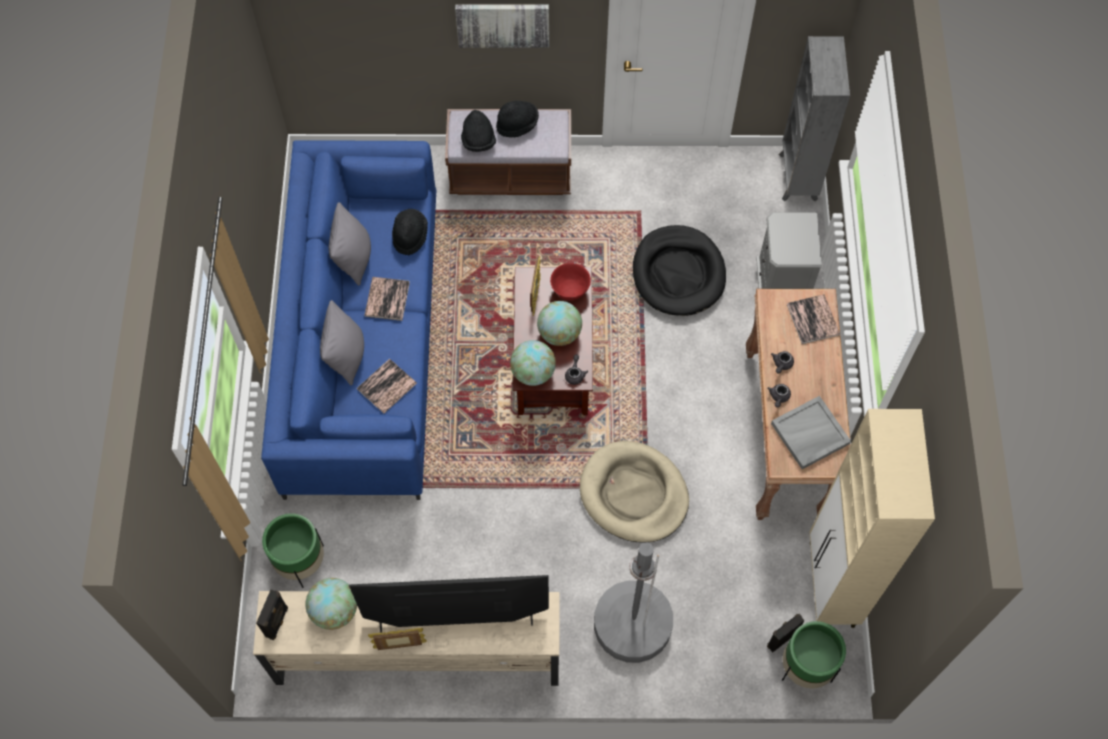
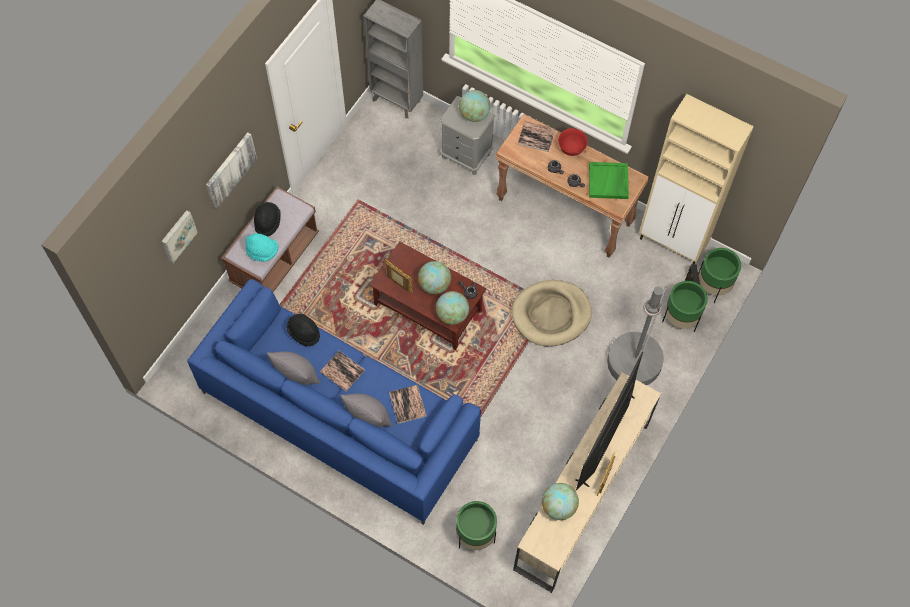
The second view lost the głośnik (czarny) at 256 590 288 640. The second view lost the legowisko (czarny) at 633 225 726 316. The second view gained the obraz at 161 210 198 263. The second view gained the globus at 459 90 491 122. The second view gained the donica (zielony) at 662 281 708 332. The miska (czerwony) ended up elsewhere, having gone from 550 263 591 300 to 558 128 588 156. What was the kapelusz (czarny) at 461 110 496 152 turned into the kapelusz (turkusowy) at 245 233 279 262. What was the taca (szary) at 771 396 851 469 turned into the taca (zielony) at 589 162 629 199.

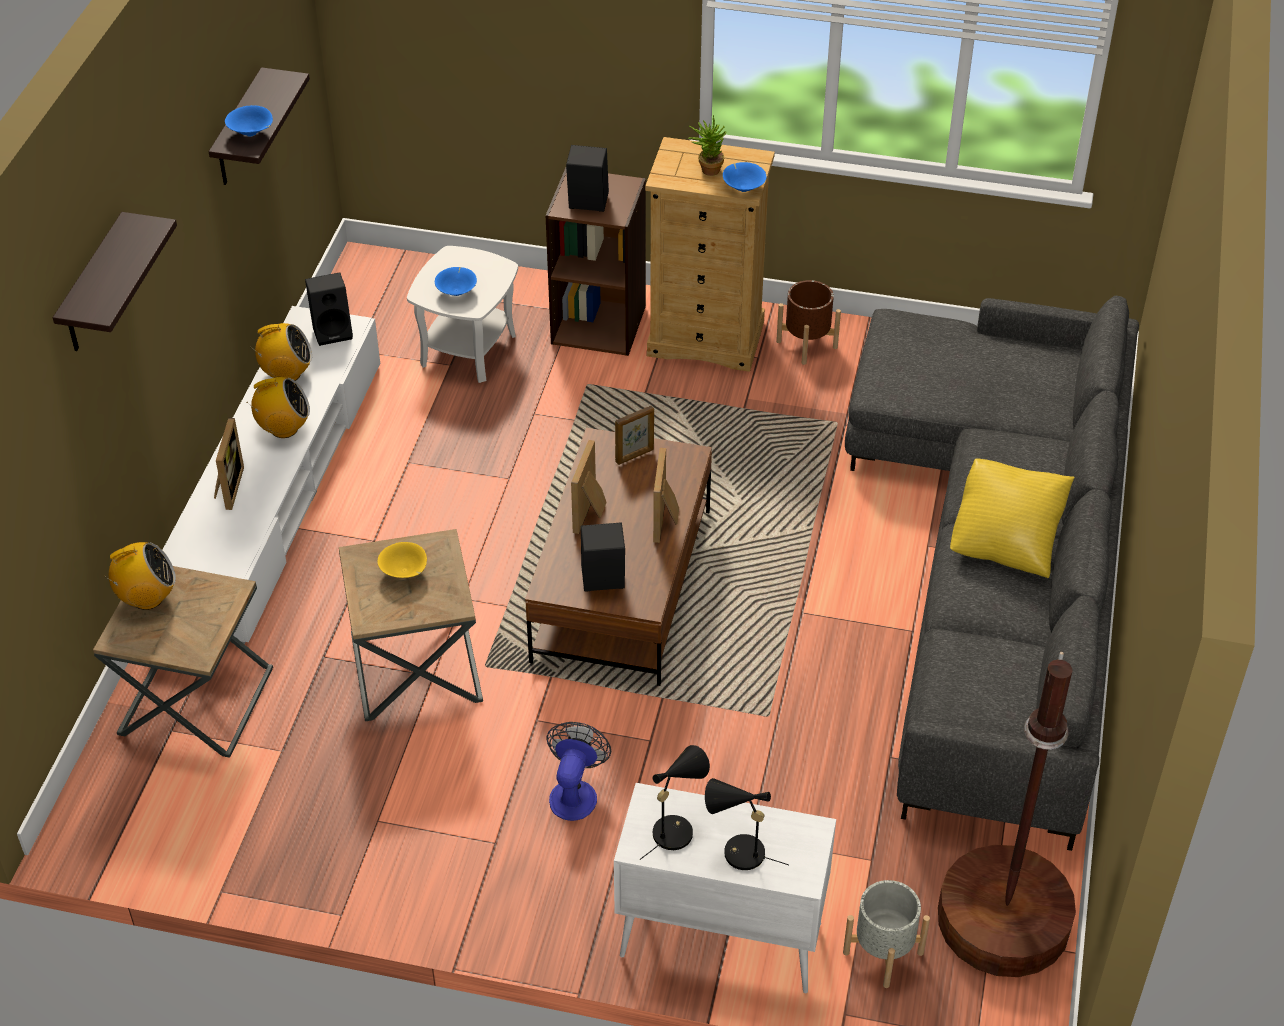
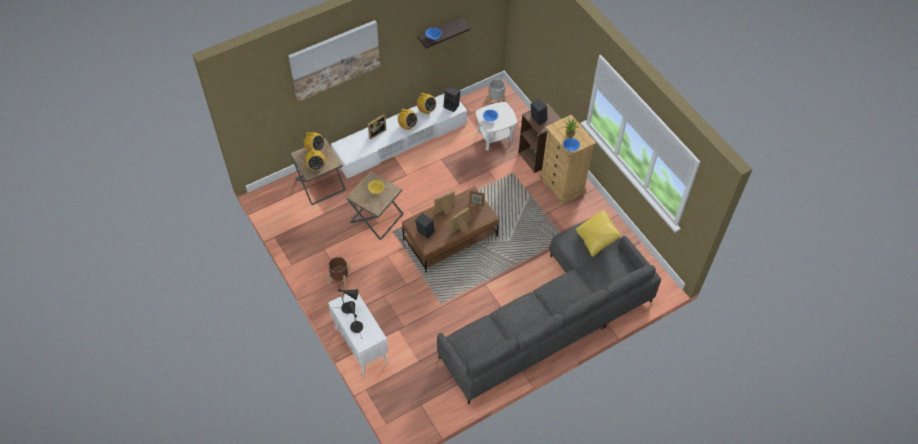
The second view lost the wentylator at 546 722 611 821. The second view lost the lampa stojąca (brązowy) at 938 652 1076 977. The second view gained the radio at 305 148 326 171. The donica (brązowy) ended up elsewhere, having gone from 776 280 841 365 to 327 257 351 287. The donica (szary) ended up elsewhere, having gone from 843 880 930 988 to 488 79 505 105. The poduszka (żółty) ended up elsewhere, having gone from 950 458 1075 578 to 576 210 621 257. Where the półka hung at 53 212 177 351, the obraz came to hang at 288 20 380 102.

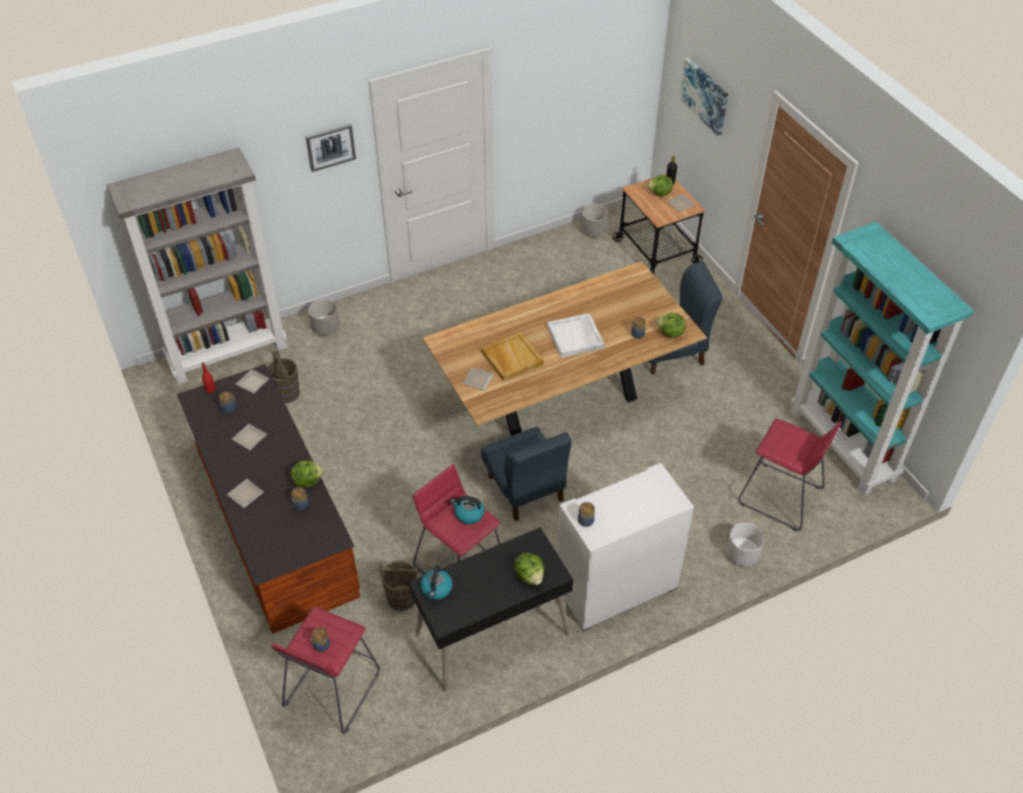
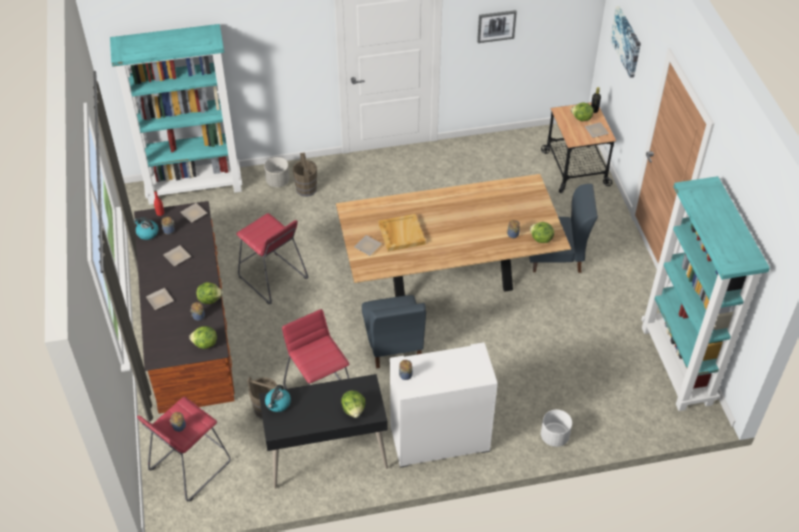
The second view lost the taca (biały) at 547 313 604 358. The second view lost the donica (szary) at 581 204 608 237. The second view gained the sałata at 189 326 217 349. The wiadro (brązowy) ended up elsewhere, having gone from 267 350 300 403 to 293 153 317 197. The obraz ended up elsewhere, having gone from 305 124 356 172 to 477 10 517 43. The czajnik ended up elsewhere, having gone from 450 496 485 524 to 133 217 158 240. The stołek (czerwony) ended up elsewhere, having gone from 738 419 842 531 to 236 213 309 305. What was the regał (szary) at 106 148 287 384 turned into the regał (turkusowy) at 110 24 242 205.

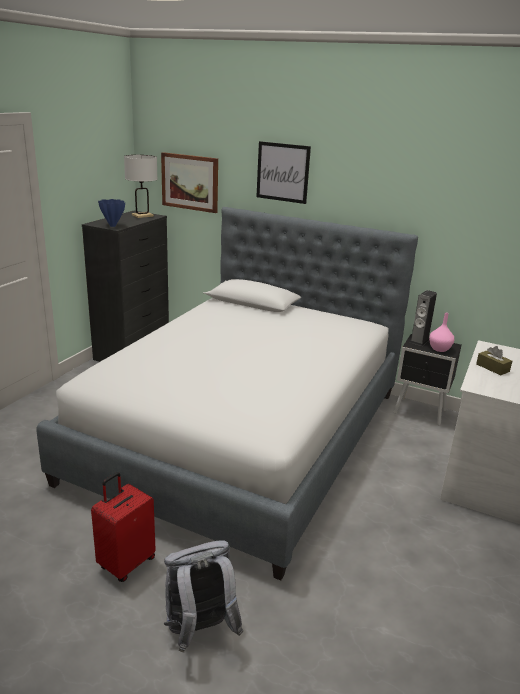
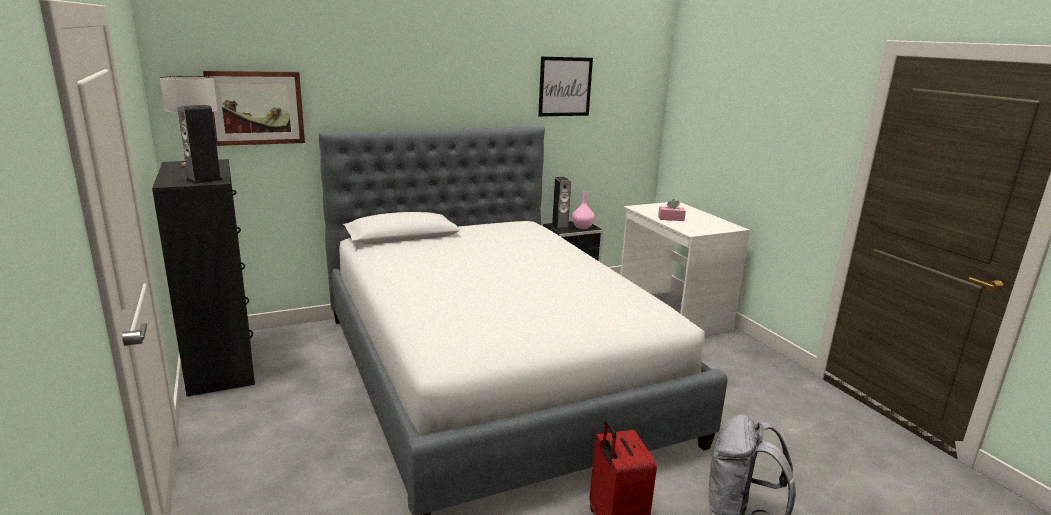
The obraz ended up elsewhere, having gone from 256 141 311 204 to 538 56 593 116. Where the wazon (niebieski) stood at 98 199 125 227, the głośnik came to stand at 178 105 223 184. What was the pudełko chusteczek (brązowy) at 476 346 512 375 turned into the pudełko chusteczek (różowy) at 658 199 686 221.

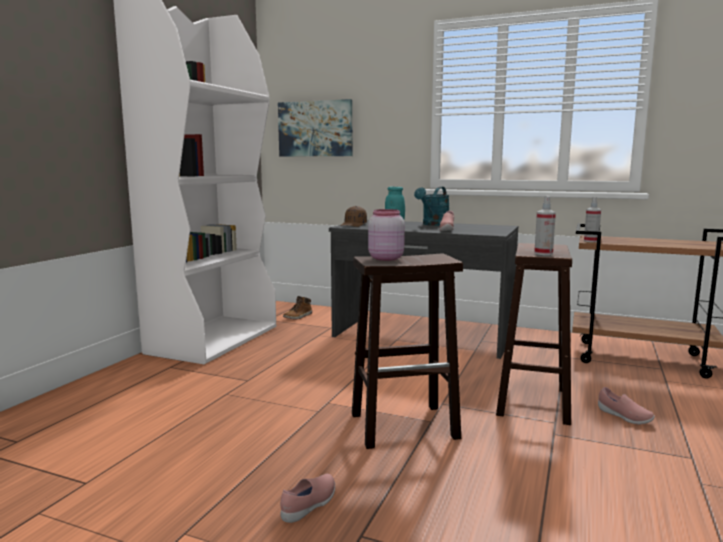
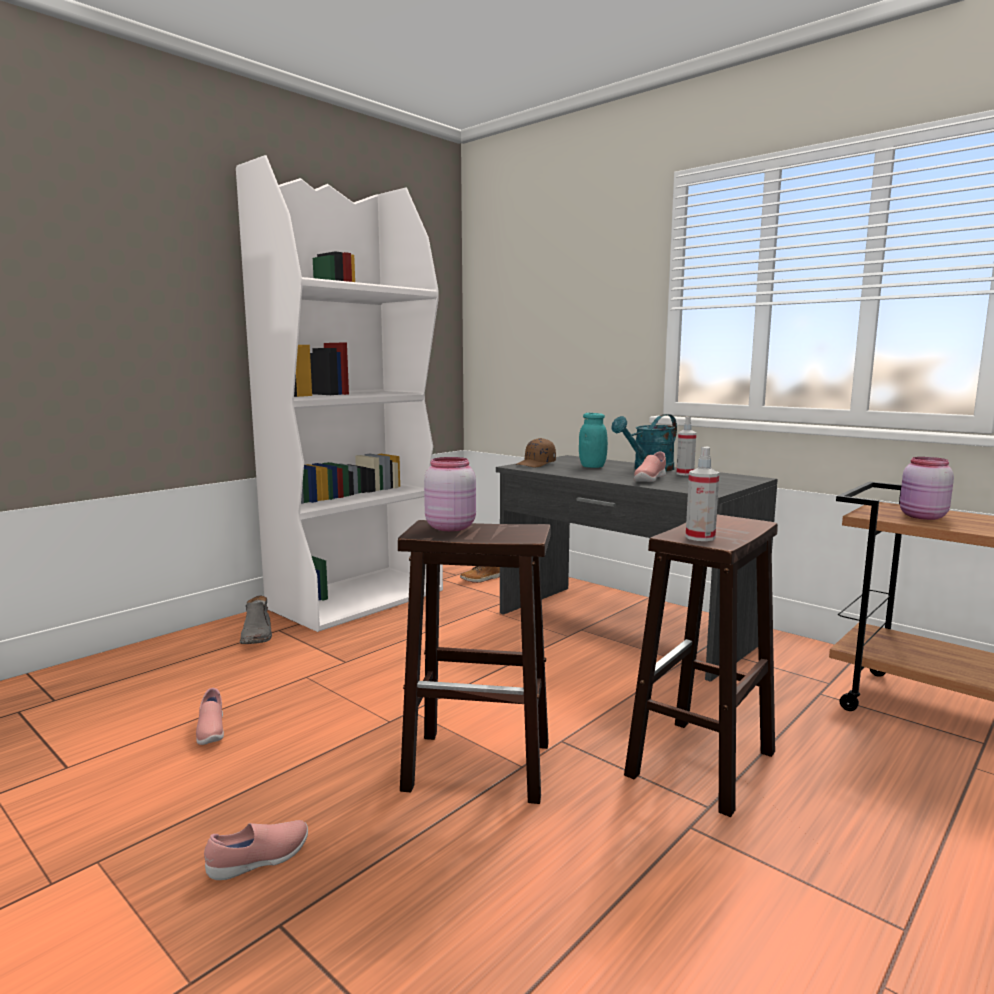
The second view lost the obraz at 278 99 352 156. The second view gained the but z cholewką (szary) at 240 596 272 644. The second view gained the słoik (różowy) at 900 457 954 520. The spryskiwacz ended up elsewhere, having gone from 584 197 601 242 to 676 417 696 476. The but (różowy) ended up elsewhere, having gone from 598 387 655 424 to 196 688 224 745.

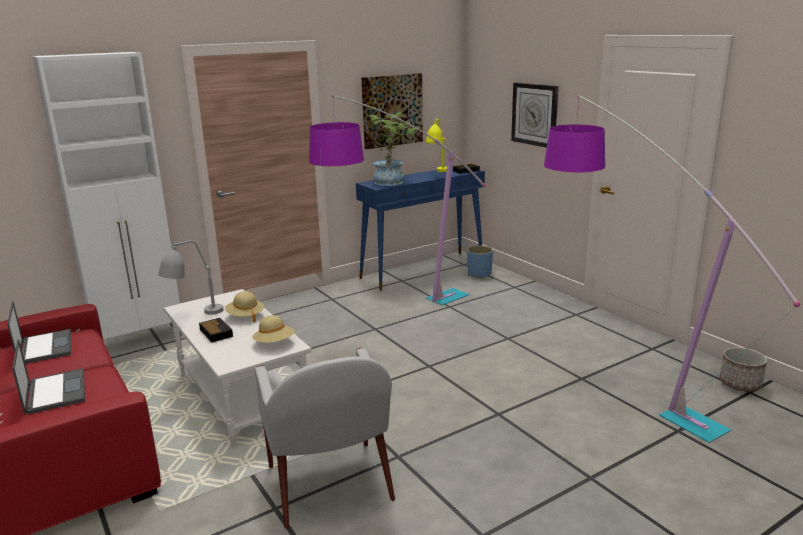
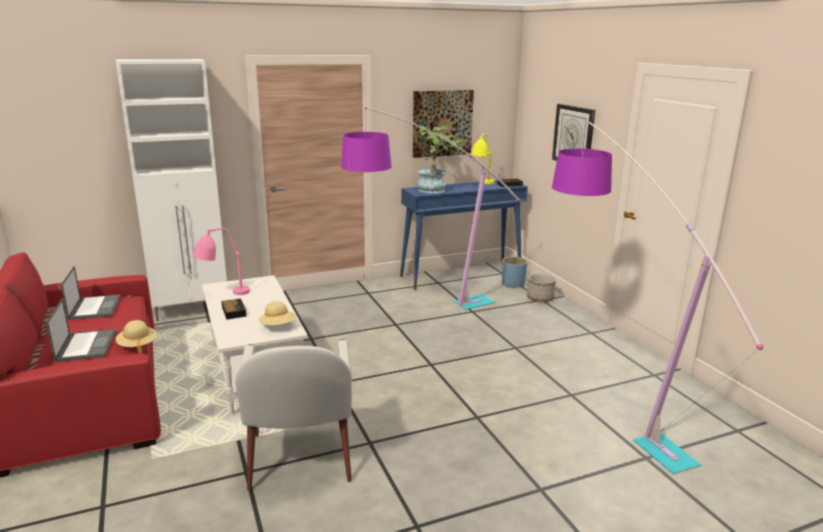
The kapelusz (beżowy) ended up elsewhere, having gone from 225 291 264 322 to 116 320 157 354. The donica ended up elsewhere, having gone from 719 347 767 392 to 527 274 556 302. What was the lampa stołowa (szary) at 158 240 224 315 turned into the lampa stołowa (różowy) at 193 228 250 295.

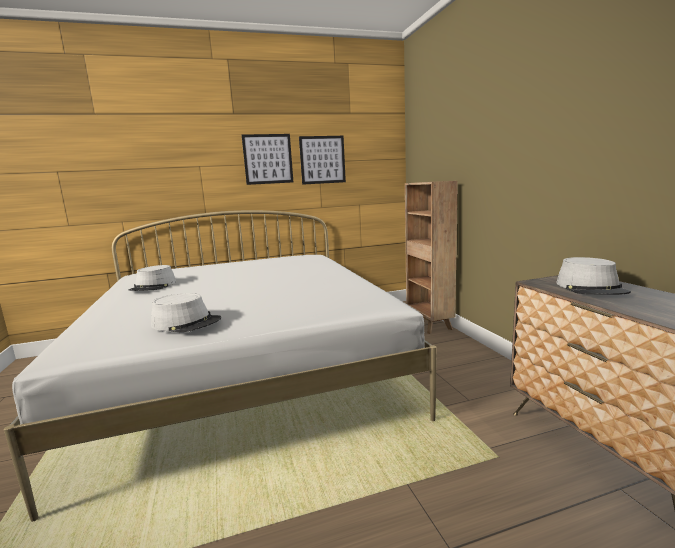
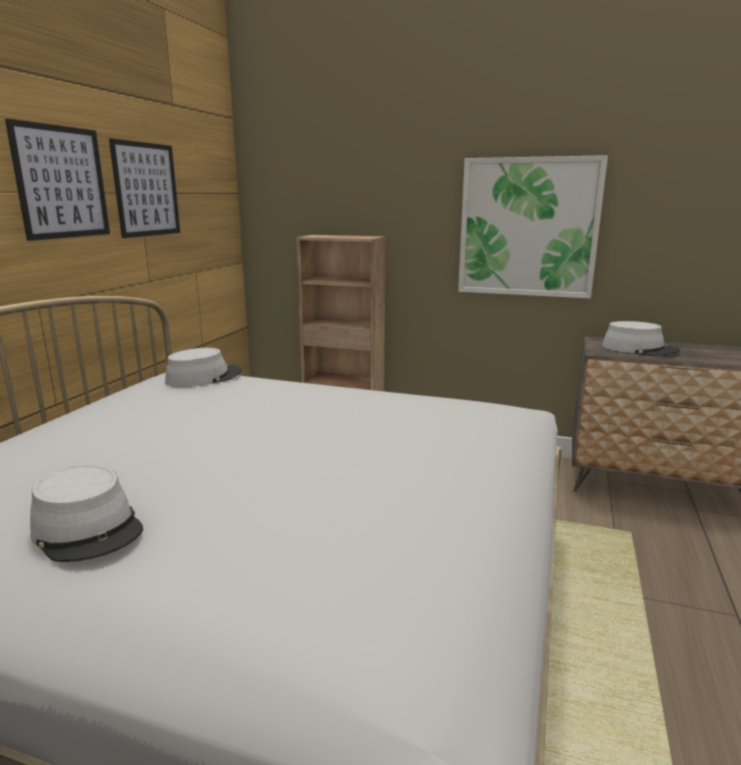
The second view gained the obraz at 458 155 608 299. The kapelusz (szary) ended up elsewhere, having gone from 151 293 222 332 to 165 348 242 387.

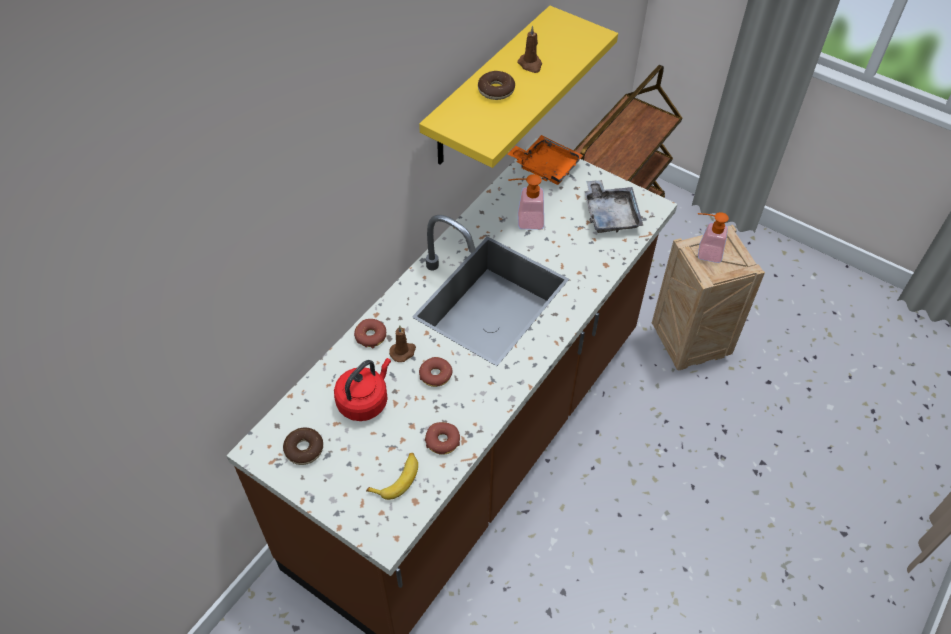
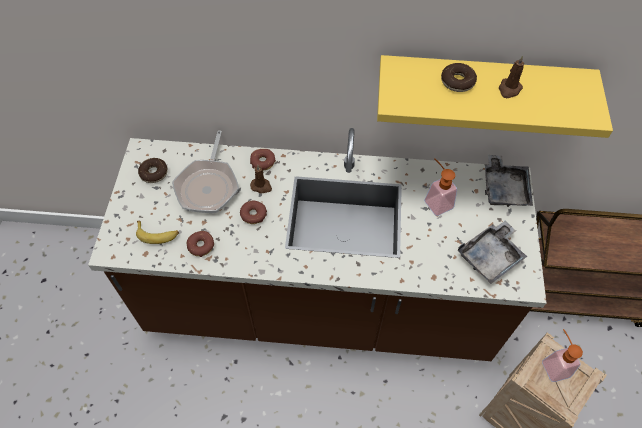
Where the czajnik (czerwony) stood at 334 358 391 421, the patelnia came to stand at 172 130 239 213. What was the taca (pomarańczowy) at 508 135 584 185 turned into the taca (szary) at 485 155 533 207.

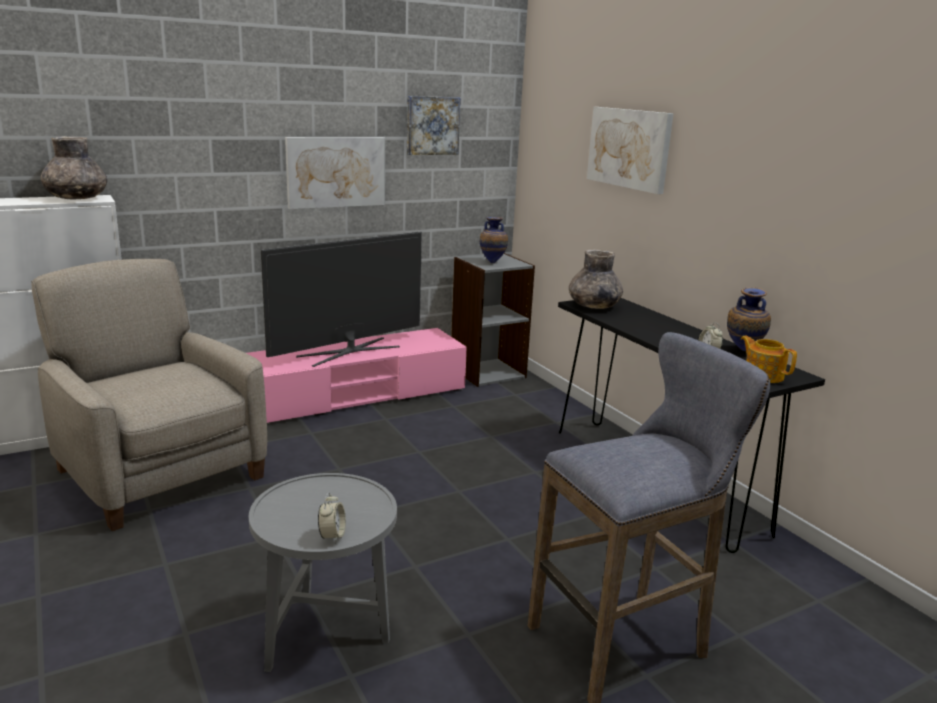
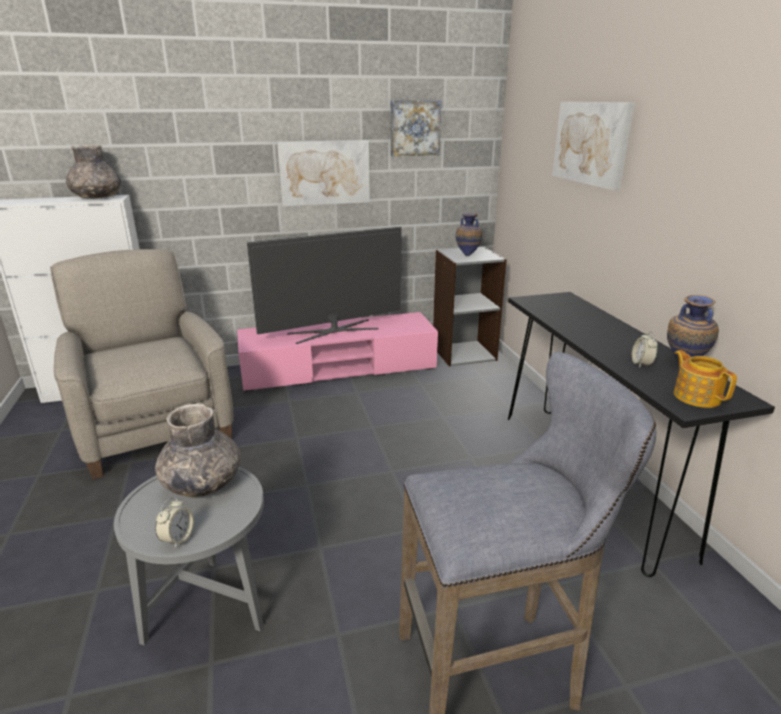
The wazon (szary) ended up elsewhere, having gone from 569 249 623 309 to 155 403 241 497.

